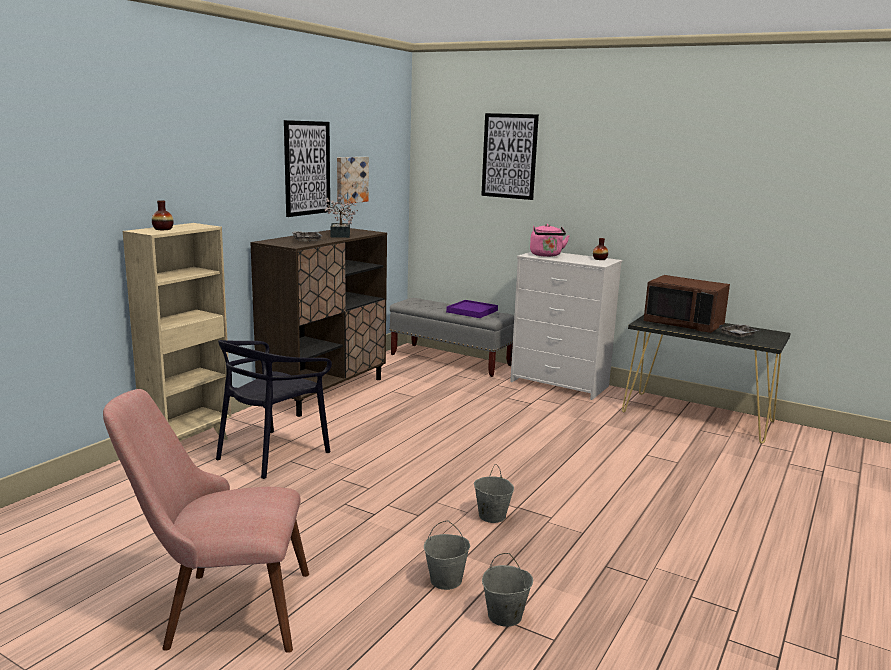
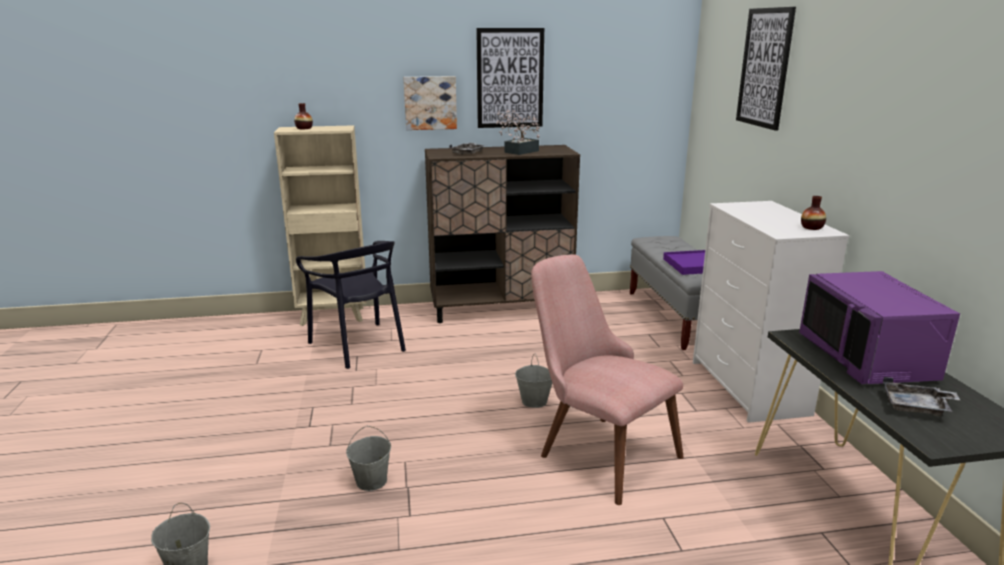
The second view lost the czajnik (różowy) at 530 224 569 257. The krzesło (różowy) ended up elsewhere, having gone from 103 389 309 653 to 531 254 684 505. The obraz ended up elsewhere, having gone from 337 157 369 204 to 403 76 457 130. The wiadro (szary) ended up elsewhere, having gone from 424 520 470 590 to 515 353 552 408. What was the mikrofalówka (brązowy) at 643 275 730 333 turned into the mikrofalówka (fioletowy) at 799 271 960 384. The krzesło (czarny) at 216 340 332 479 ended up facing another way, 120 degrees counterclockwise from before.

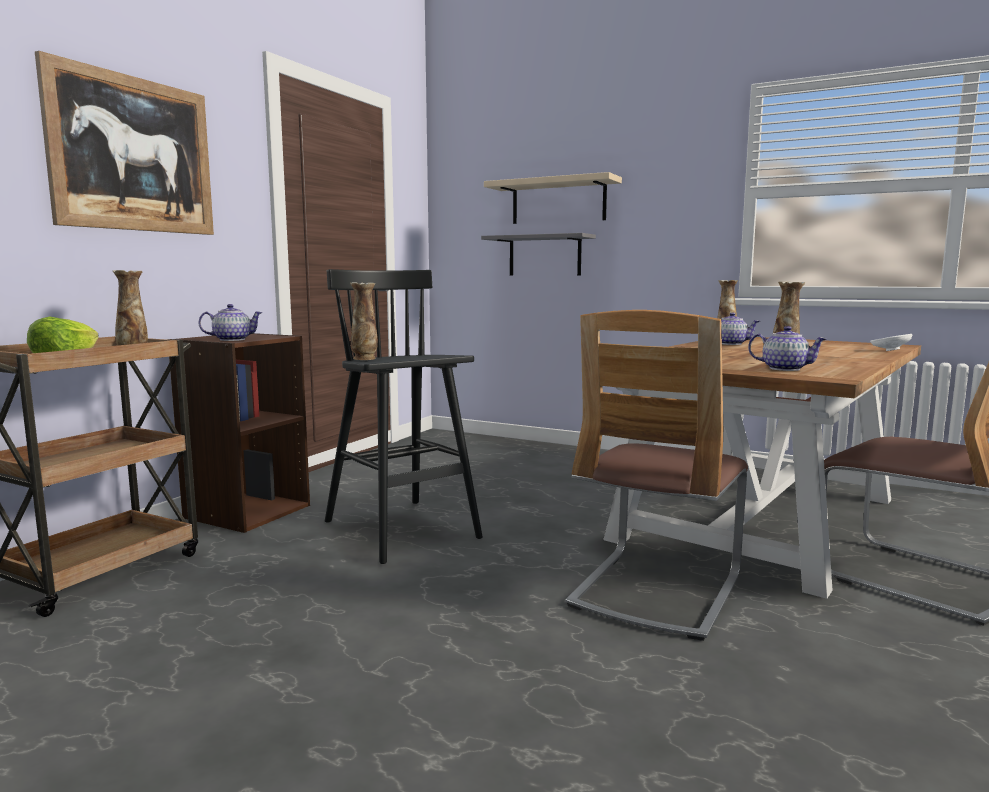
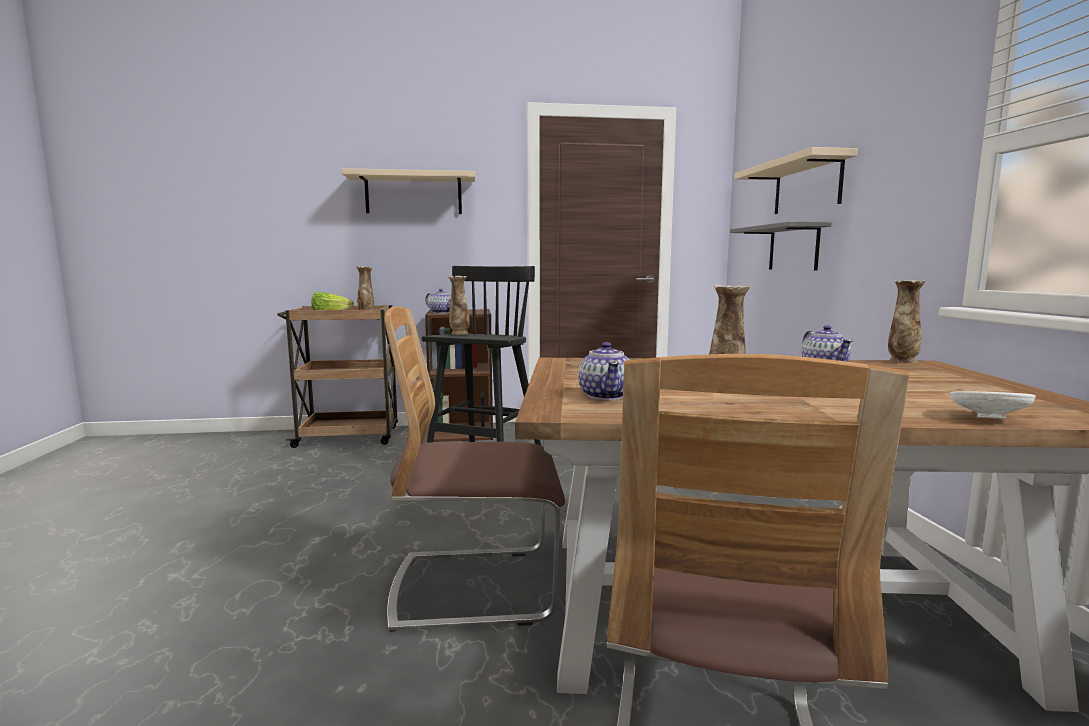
Where the obraz hung at 35 51 214 235, the półka (beżowy) came to hang at 342 168 475 214.

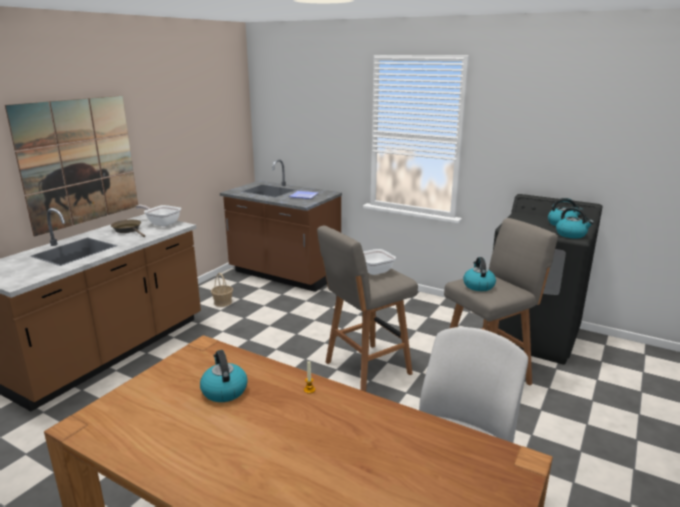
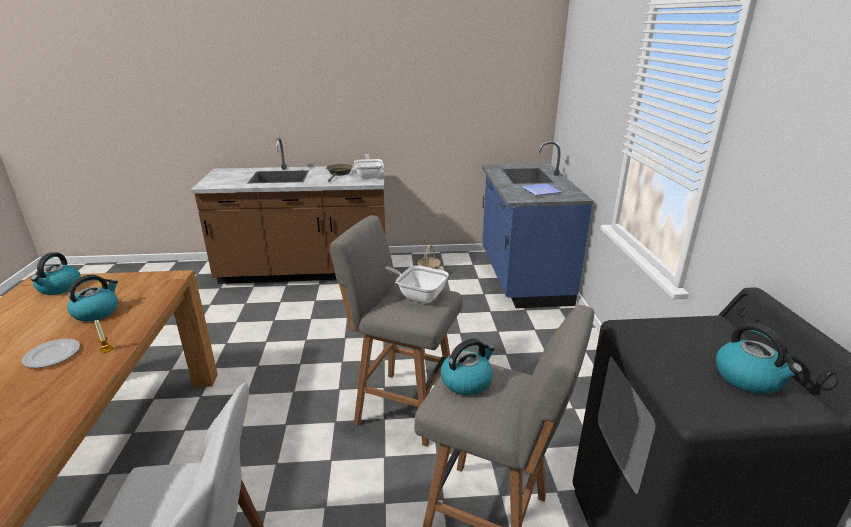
The second view lost the obraz at 5 95 138 237. The second view gained the talerz at 22 339 80 368. The czajnik ended up elsewhere, having gone from 556 207 594 238 to 30 252 81 295. What was the zabudowa kuchenna (brązowy) at 220 159 342 292 turned into the zabudowa kuchenna (niebieski) at 482 141 593 308.

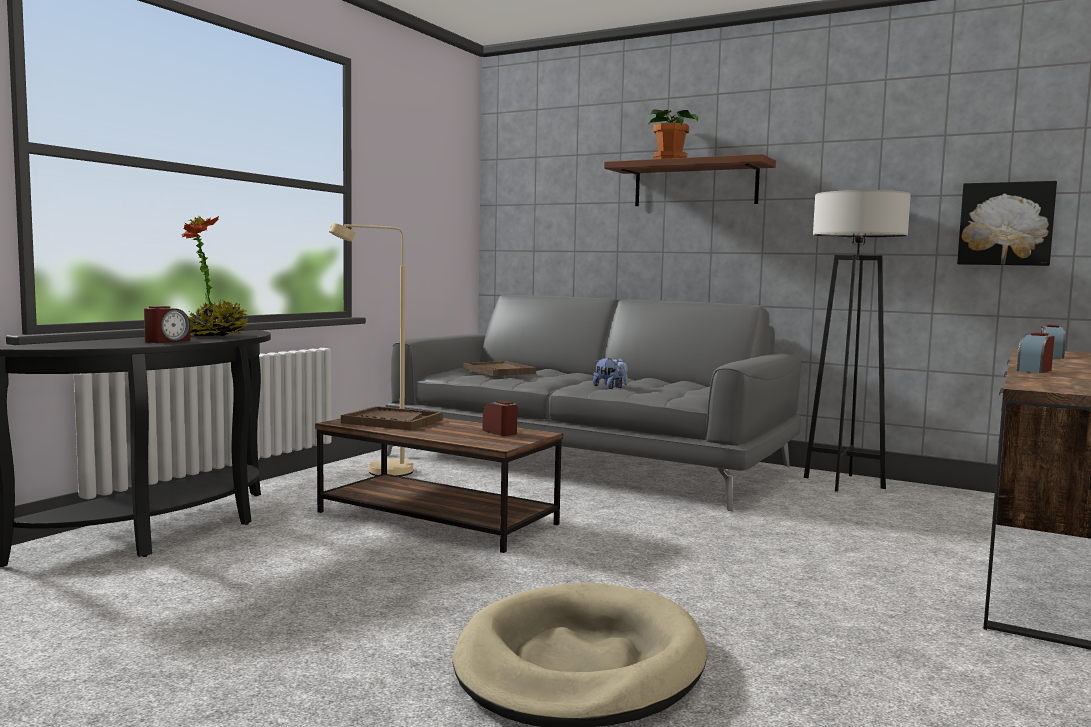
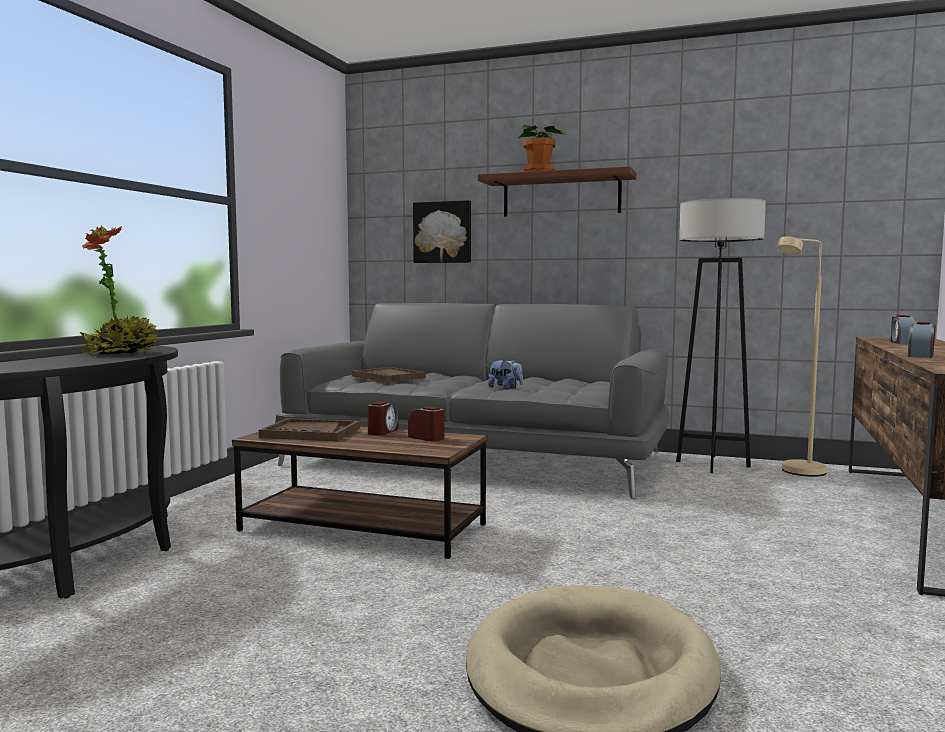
The budzik ended up elsewhere, having gone from 144 306 190 343 to 367 402 398 435. The lampa stojąca (beżowy) ended up elsewhere, having gone from 329 223 413 476 to 777 236 827 477. The obraz ended up elsewhere, having gone from 957 181 1057 266 to 413 200 471 263.

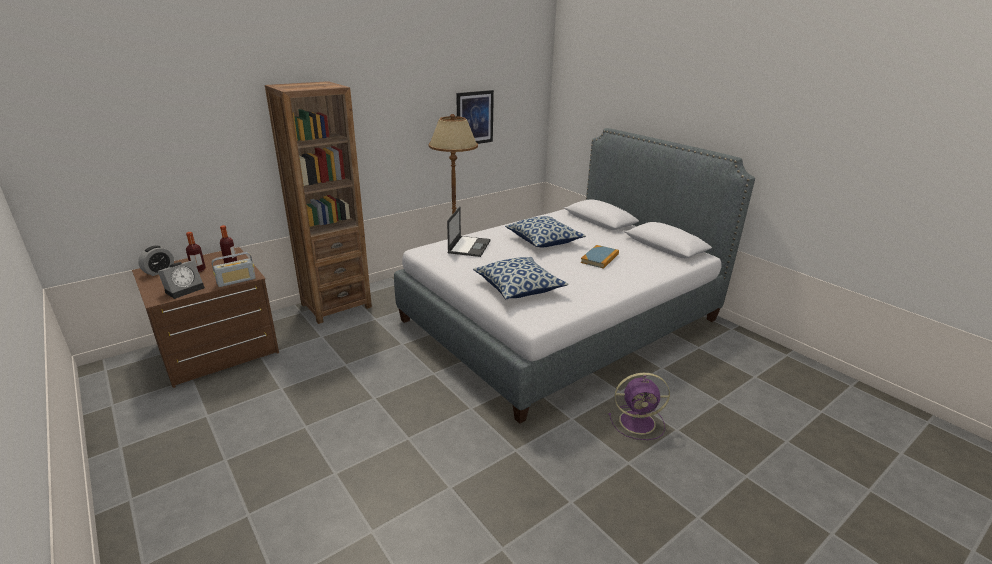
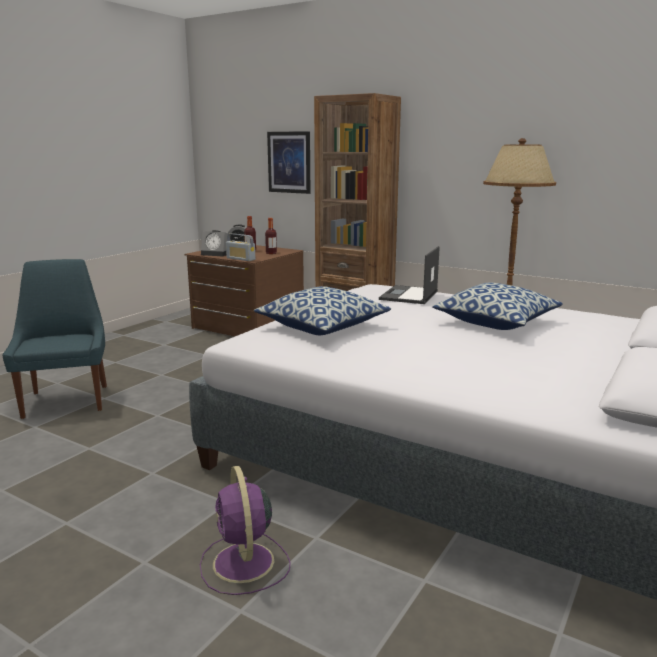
The second view lost the książka at 581 245 619 269. The second view gained the krzesło (niebieski) at 2 259 107 419. The obraz ended up elsewhere, having gone from 456 90 494 144 to 267 131 310 194. The laptop at 447 207 491 257 ended up facing another way, 120 degrees clockwise from before.

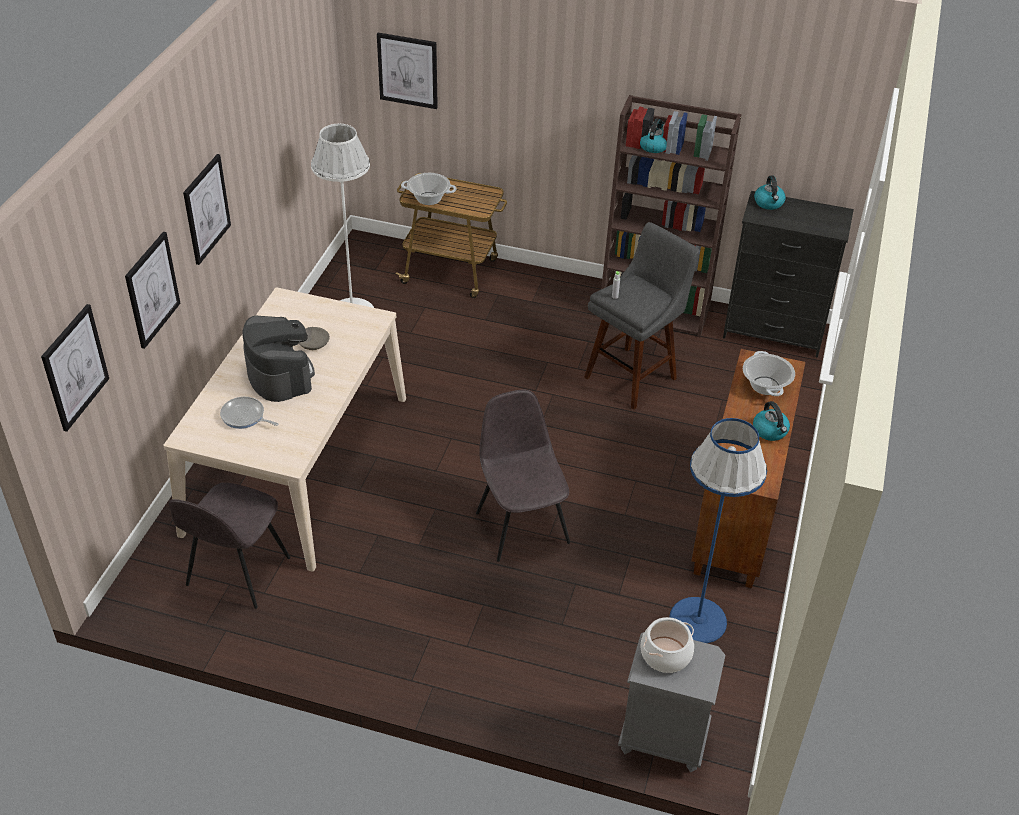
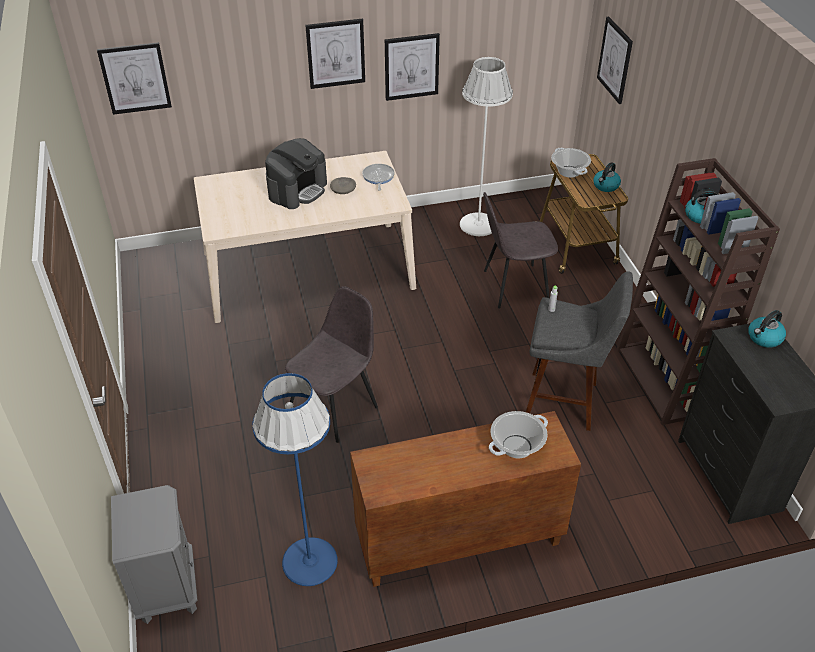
The second view lost the garnek at 640 617 694 673. The obraz ended up elsewhere, having gone from 125 232 180 349 to 385 33 440 101. The krzesło (szary) ended up elsewhere, having gone from 169 482 290 609 to 483 192 558 308. The patelnia ended up elsewhere, having gone from 220 397 278 429 to 362 164 395 191. The czajnik ended up elsewhere, having gone from 753 401 790 441 to 593 162 621 192.

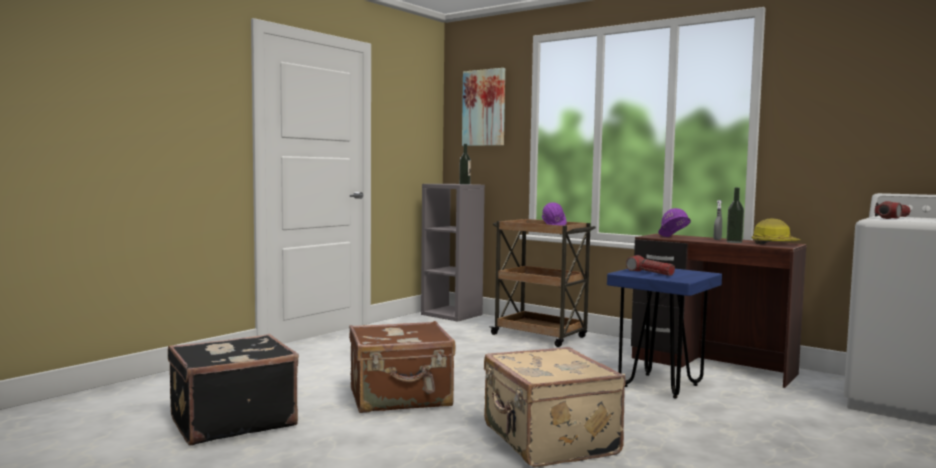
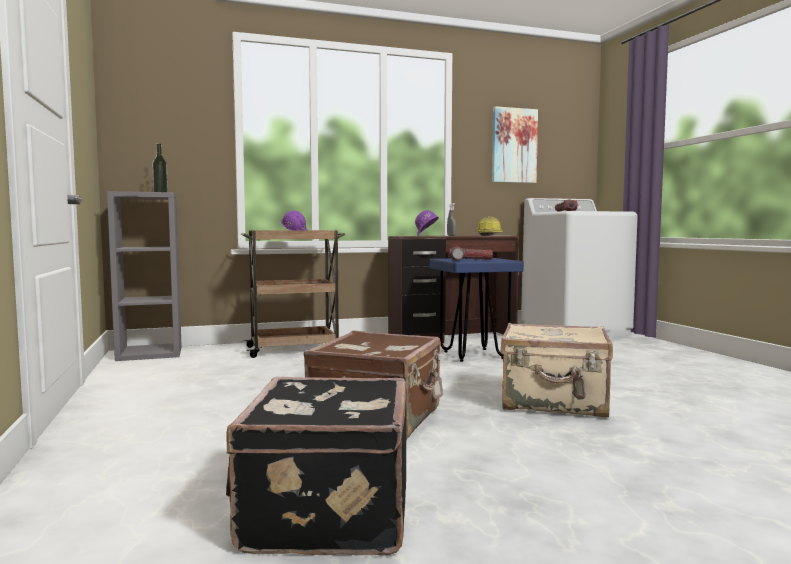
The second view lost the butelka at 726 188 744 243. The obraz ended up elsewhere, having gone from 462 68 505 146 to 492 106 538 183.

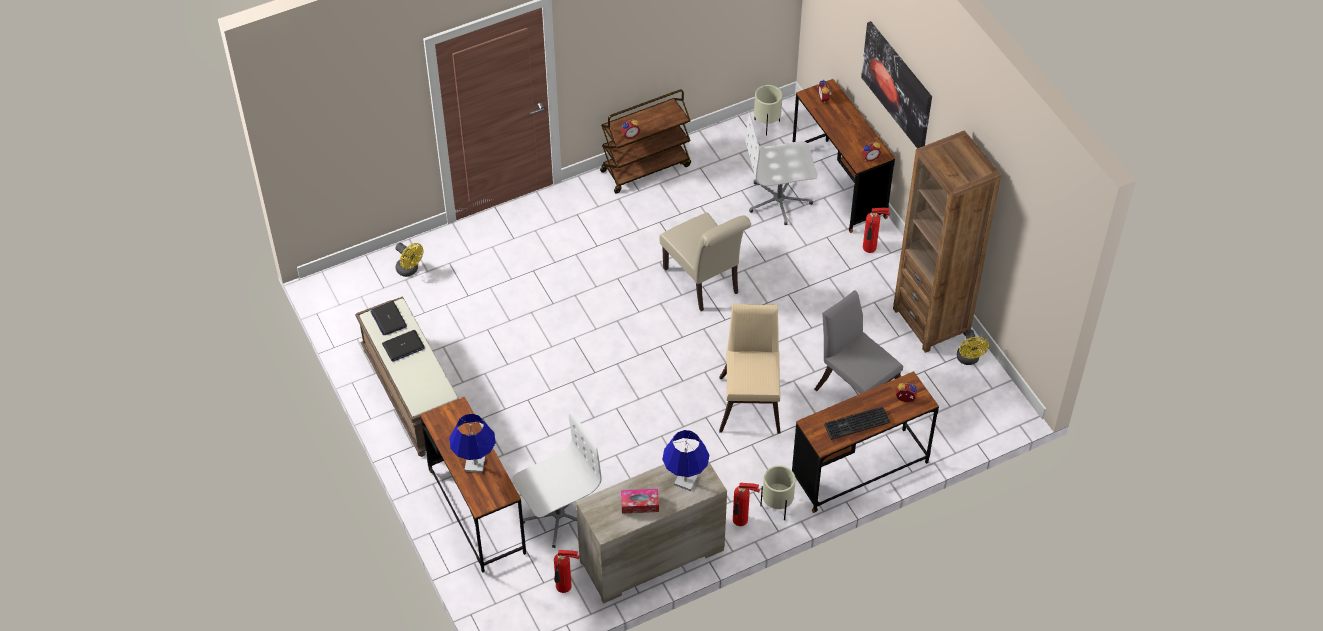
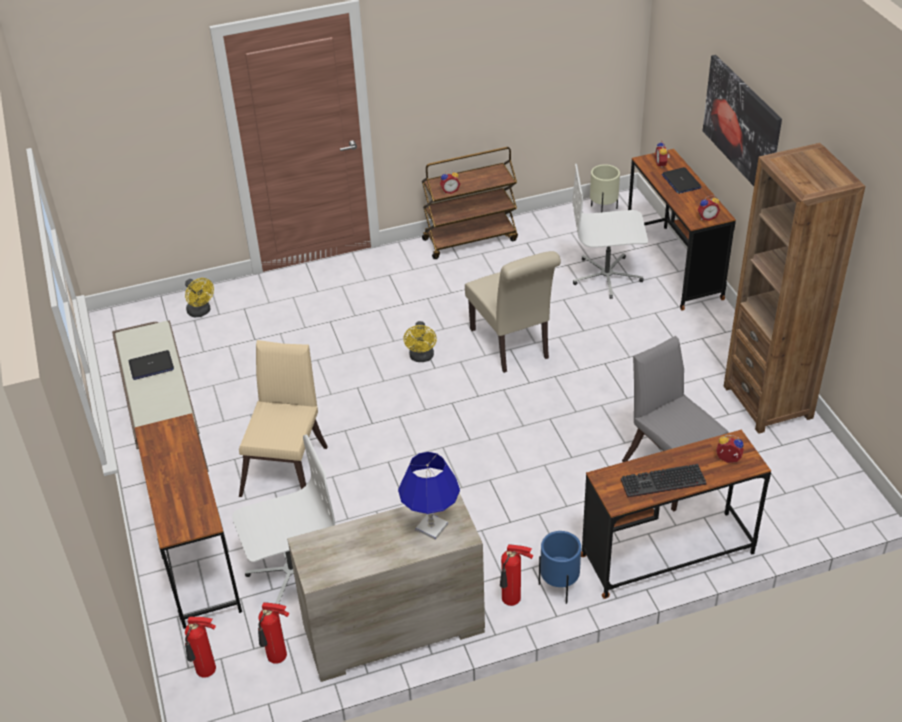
The second view lost the lampa stołowa (niebieski) at 449 414 496 473. The second view lost the pudełko chusteczek at 621 489 659 514. The laptop ended up elsewhere, having gone from 370 301 407 335 to 661 167 701 194. The krzesło (beżowy) ended up elsewhere, having gone from 719 304 780 434 to 239 340 328 497. The gaśnica ended up elsewhere, having gone from 863 208 890 253 to 185 616 216 678. The wentylator (żółty) ended up elsewhere, having gone from 957 329 989 365 to 403 321 437 362. What was the donica (beżowy) at 760 465 796 520 turned into the donica (niebieski) at 539 531 581 604.

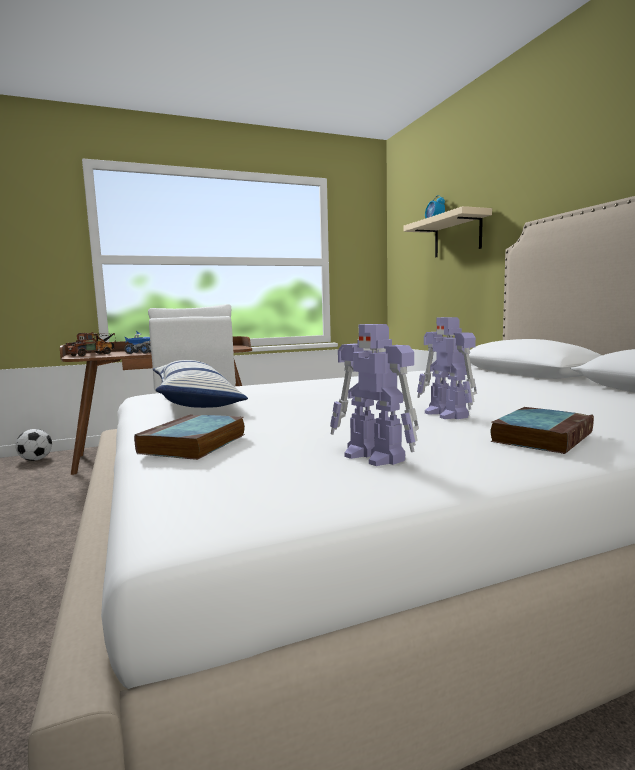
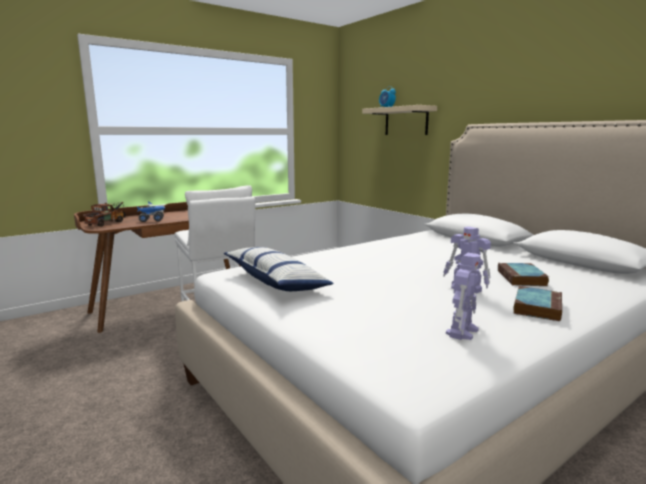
The second view lost the piłka futbolowa at 15 429 52 461. The książka ended up elsewhere, having gone from 134 414 245 460 to 498 263 549 286. The robot zabawkowy at 330 324 419 466 ended up facing another way, 90 degrees counterclockwise from before.

